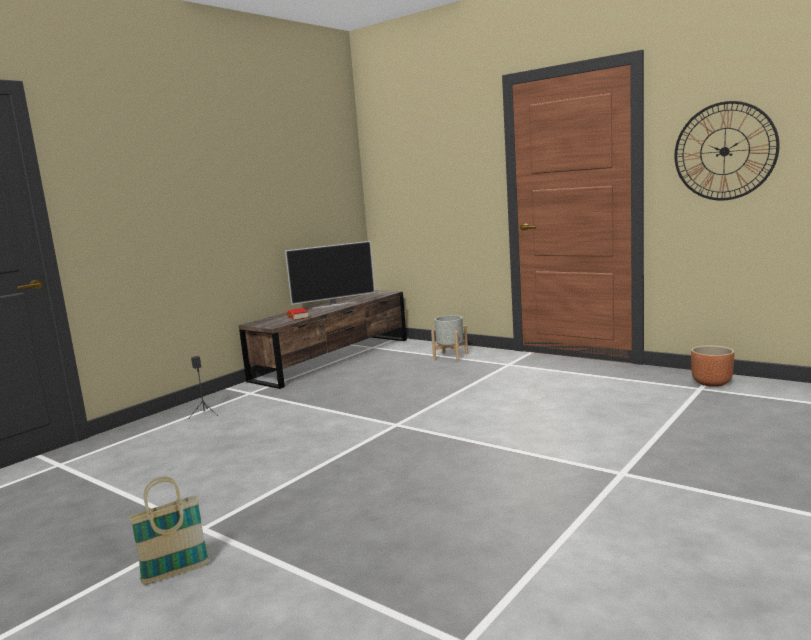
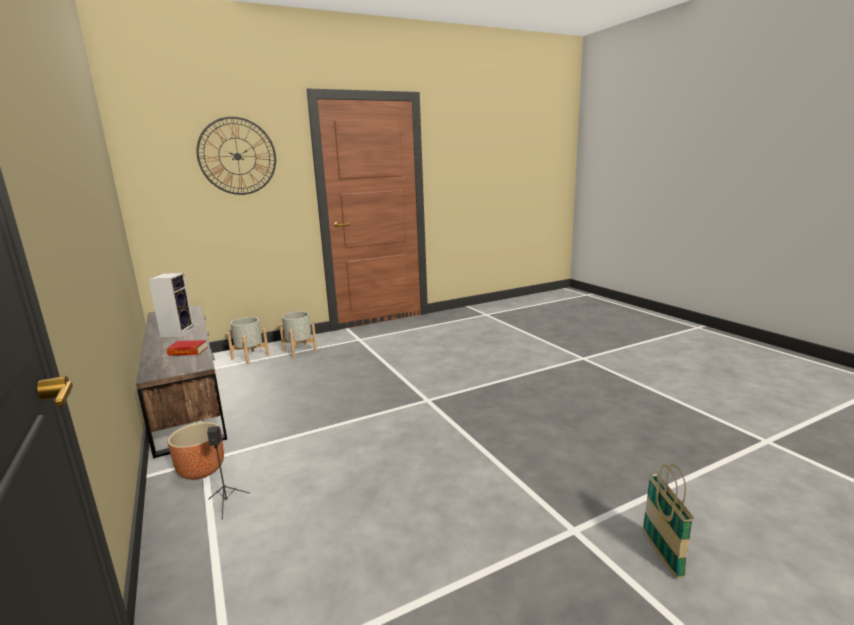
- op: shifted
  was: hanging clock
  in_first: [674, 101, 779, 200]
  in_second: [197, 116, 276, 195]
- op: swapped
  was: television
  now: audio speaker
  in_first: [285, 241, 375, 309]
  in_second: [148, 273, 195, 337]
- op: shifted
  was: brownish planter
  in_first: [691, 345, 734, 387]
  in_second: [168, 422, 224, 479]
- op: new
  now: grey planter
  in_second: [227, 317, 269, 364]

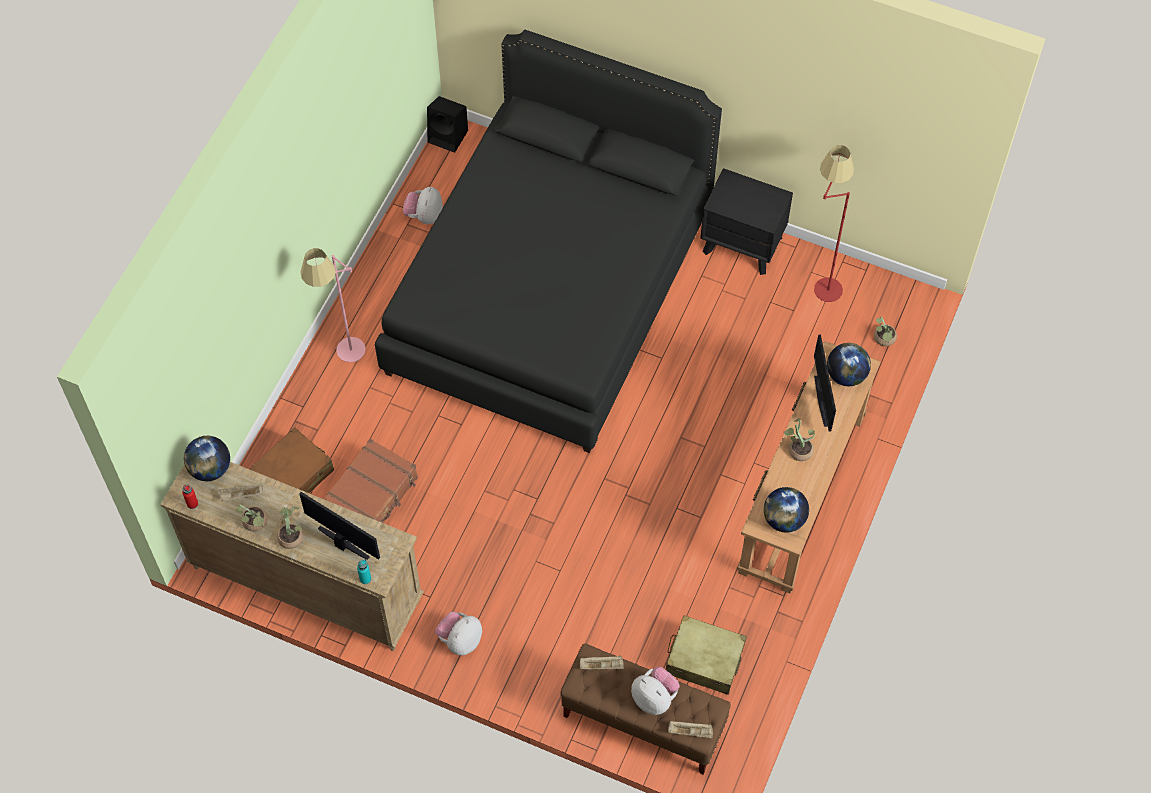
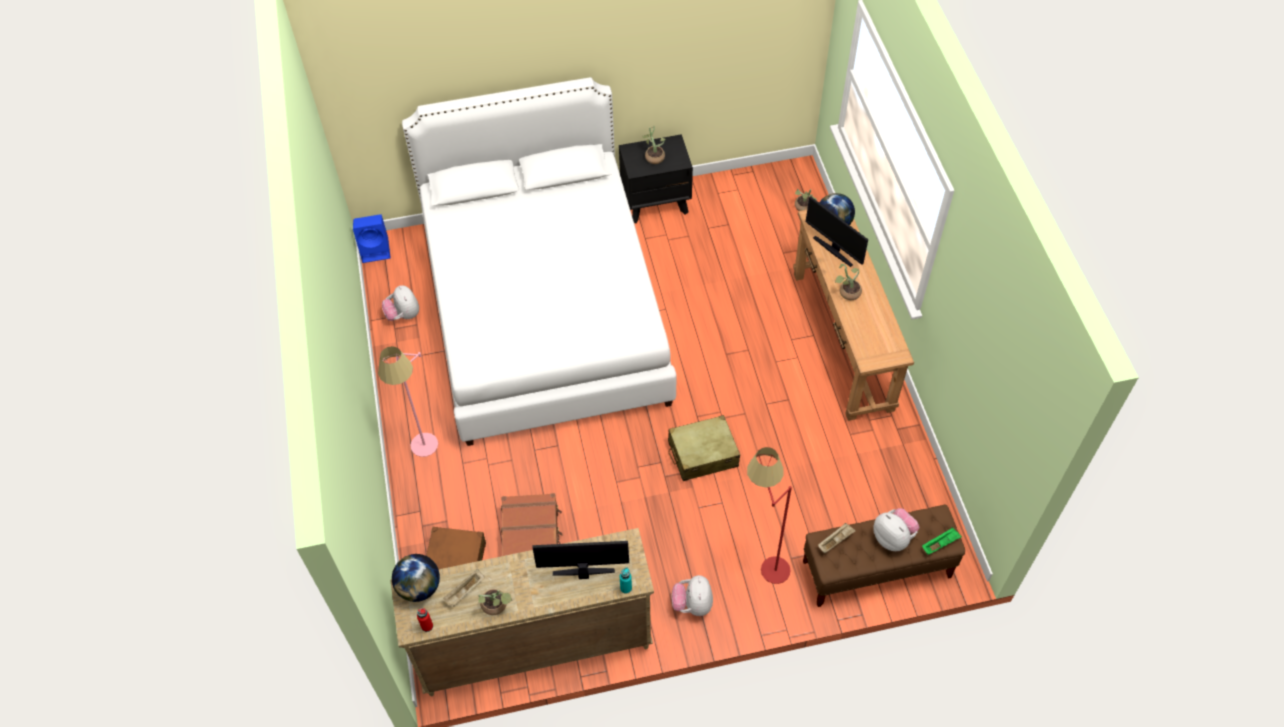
- op: repainted
  was: blackish sleeping bed
  now: whitish sleeping bed
  in_first: [375, 30, 722, 453]
  in_second: [402, 77, 677, 446]
- op: repainted
  was: blackish audio speaker
  now: blue audio speaker
  in_first: [427, 96, 468, 153]
  in_second: [353, 214, 391, 263]
- op: shifted
  was: reddish standing lamp
  in_first: [814, 145, 854, 302]
  in_second: [747, 447, 792, 584]
- op: gone
  was: world globe
  in_first: [764, 487, 809, 533]
- op: shifted
  was: potted plant
  in_first: [277, 506, 303, 549]
  in_second: [642, 126, 666, 164]
- op: shifted
  was: beige travel case
  in_first: [665, 615, 747, 695]
  in_second: [668, 415, 740, 481]
- op: rotated
  was: plush toy
  in_first: [631, 667, 680, 715]
  in_second: [873, 508, 919, 551]
  clockwise: 45
- op: repainted
  was: beige tray
  now: green tray
  in_first: [668, 721, 713, 738]
  in_second: [922, 528, 962, 555]

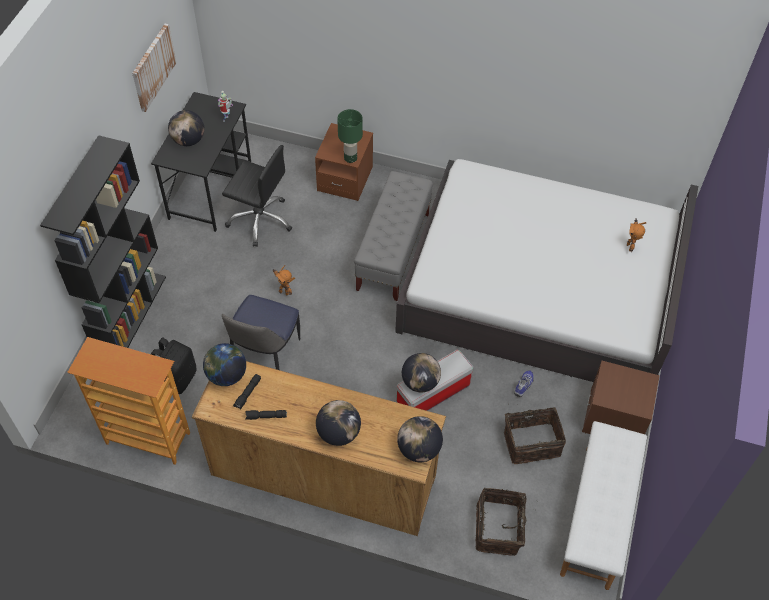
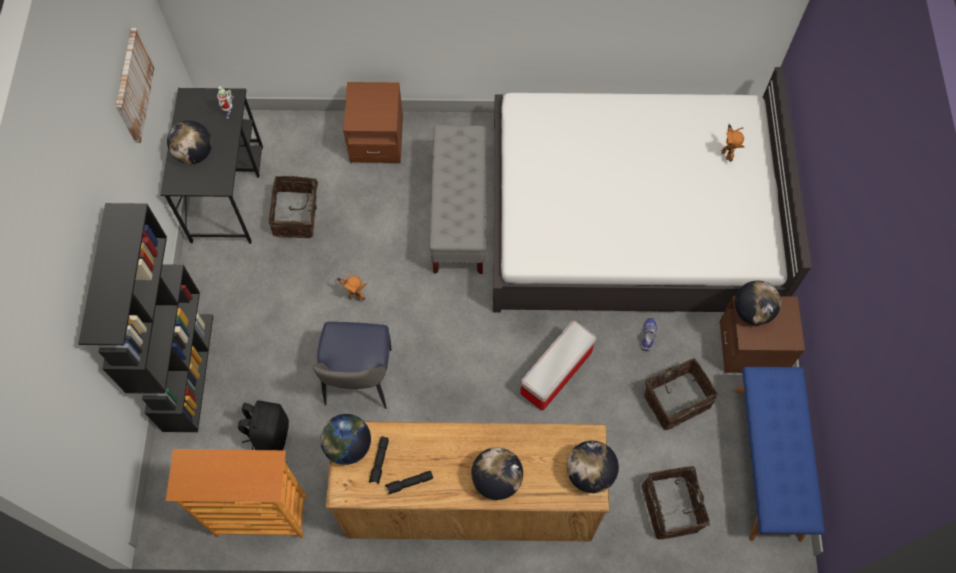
- op: gone
  was: green tabletop lamp
  in_first: [337, 109, 363, 163]
- op: swapped
  was: blackish office chair
  now: storage basket
  in_first: [222, 145, 292, 247]
  in_second: [269, 176, 318, 238]
- op: shifted
  was: world globe
  in_first: [402, 353, 441, 392]
  in_second: [735, 281, 781, 325]
- op: repainted
  was: whitish indoor bench
  now: blue indoor bench
  in_first: [560, 421, 647, 590]
  in_second: [734, 367, 825, 542]

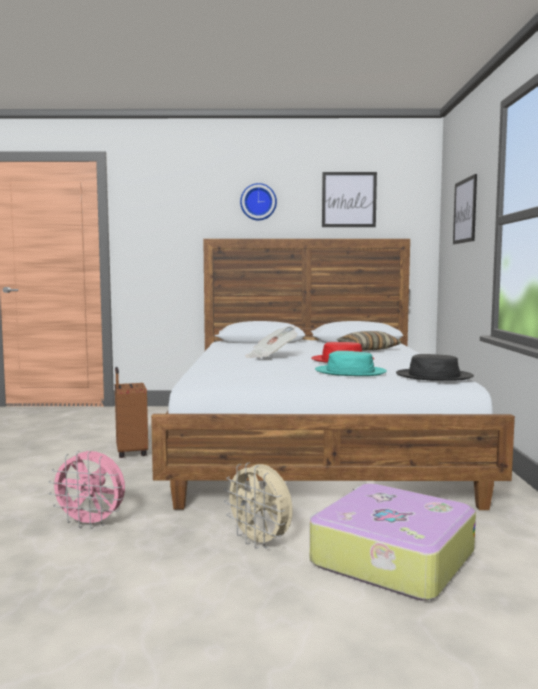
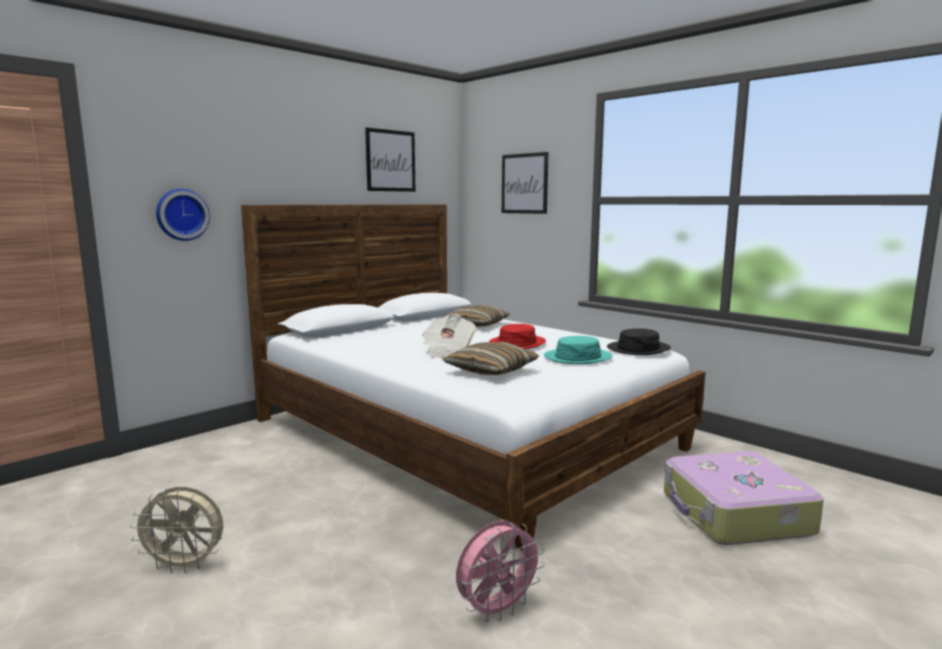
- op: shifted
  was: hanging clock
  in_first: [240, 183, 277, 220]
  in_second: [156, 189, 210, 241]
- op: gone
  was: brownish travel case
  in_first: [115, 367, 148, 458]
- op: shifted
  was: beige electric fan
  in_first: [224, 462, 293, 548]
  in_second: [130, 487, 223, 573]
- op: new
  now: pillow
  in_second: [442, 342, 539, 375]

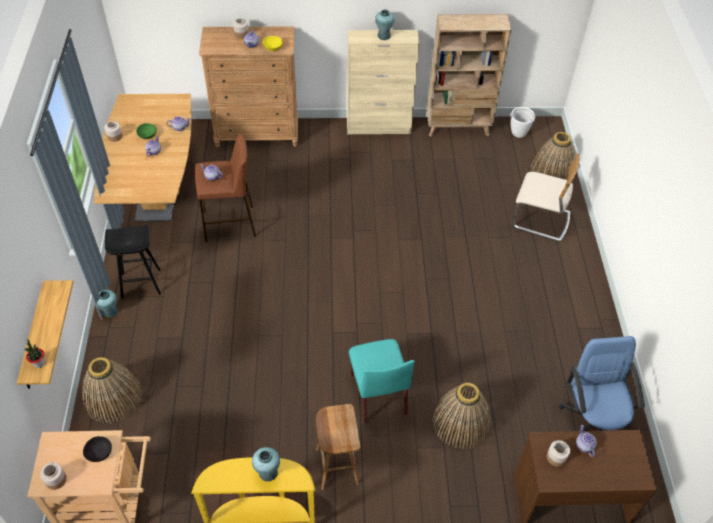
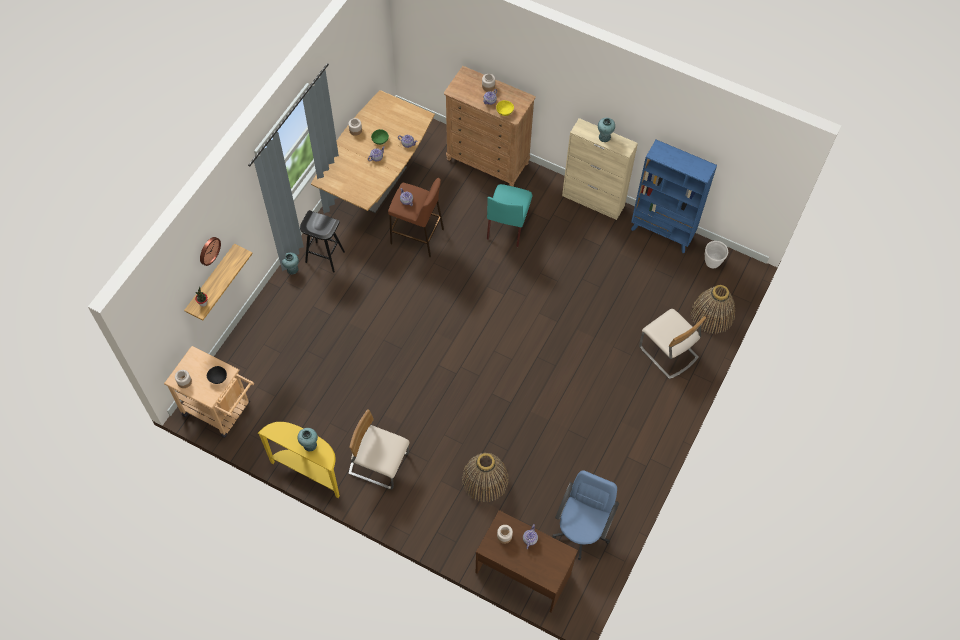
- op: repainted
  was: beige bookcase
  now: blue bookcase
  in_first: [427, 14, 511, 137]
  in_second: [631, 140, 717, 253]
- op: shifted
  was: turquoise upright chair
  in_first: [349, 339, 415, 424]
  in_second: [487, 184, 532, 247]
- op: gone
  was: storage basket
  in_first: [82, 357, 142, 424]
- op: swapped
  was: brownish stool
  now: beige upright chair
  in_first: [316, 404, 361, 490]
  in_second: [348, 409, 410, 490]
- op: new
  now: hanging clock
  in_second: [200, 237, 221, 266]

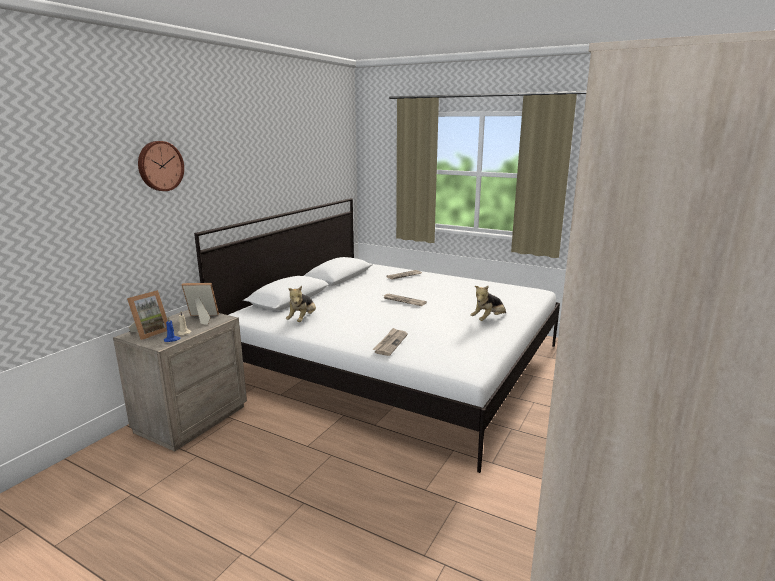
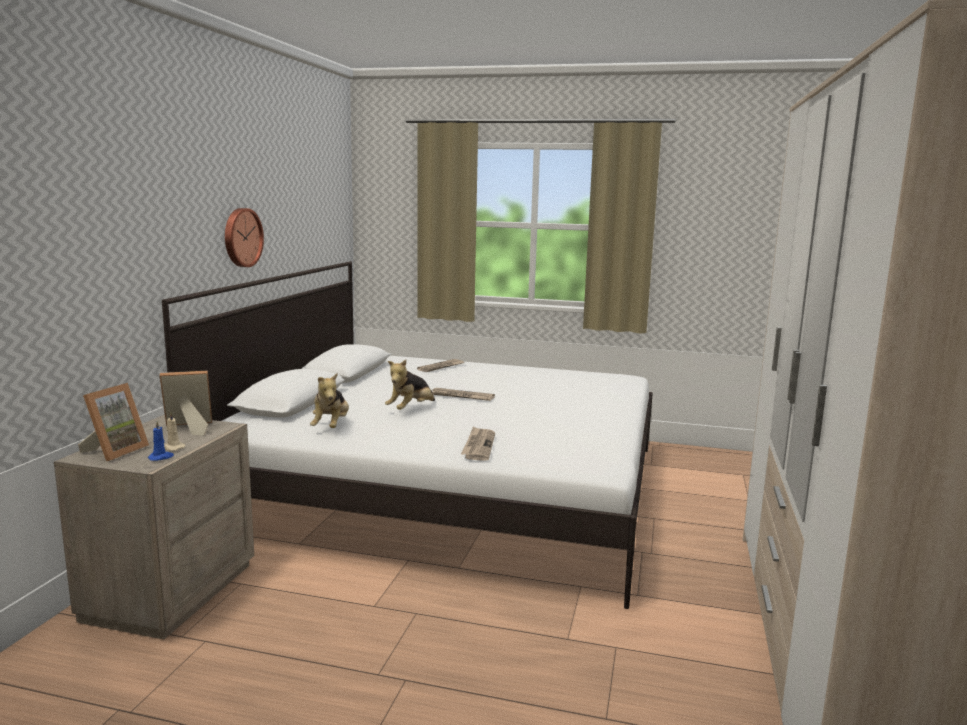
- op: shifted
  was: hanging clock
  in_first: [138, 141, 184, 191]
  in_second: [225, 208, 264, 267]
- op: shifted
  was: plush toy
  in_first: [470, 286, 506, 321]
  in_second: [385, 360, 435, 410]

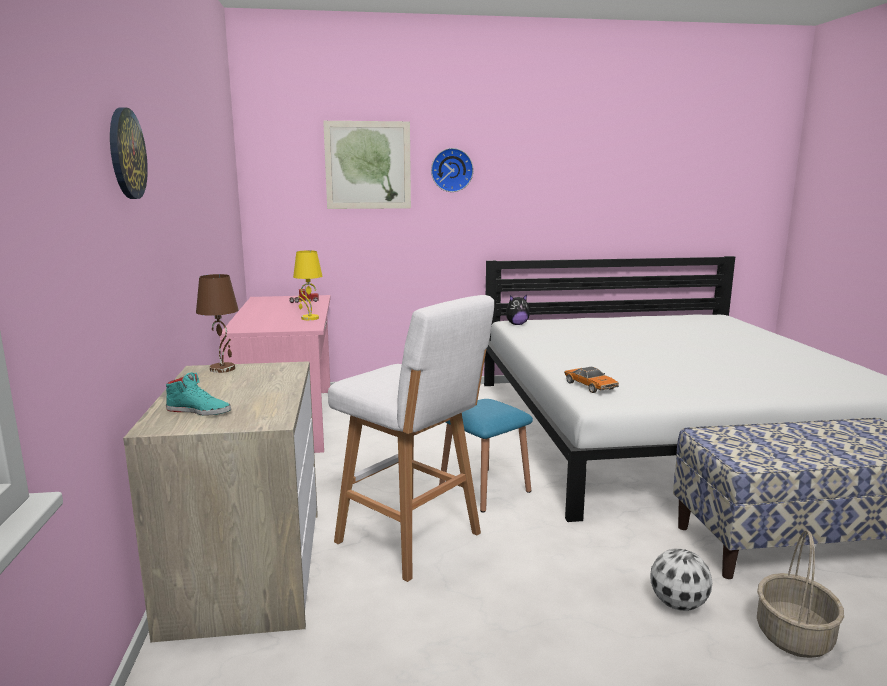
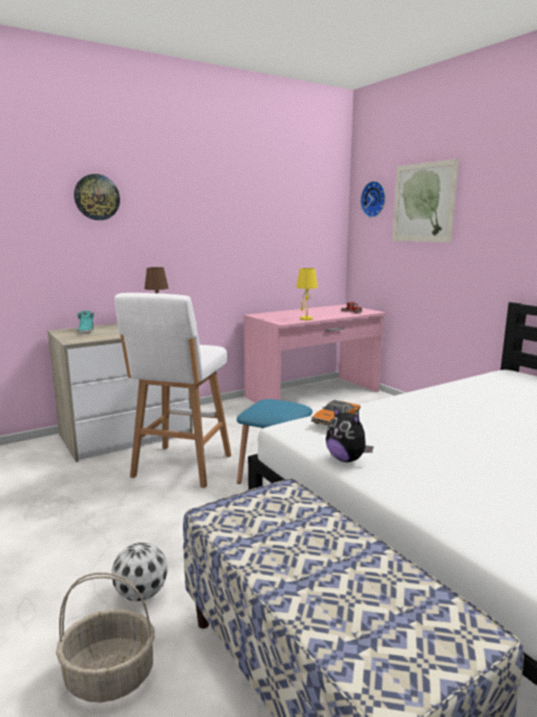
- op: shifted
  was: hanging clock
  in_first: [431, 148, 473, 192]
  in_second: [360, 181, 385, 218]
- op: shifted
  was: plush toy
  in_first: [506, 295, 530, 325]
  in_second: [326, 406, 374, 462]

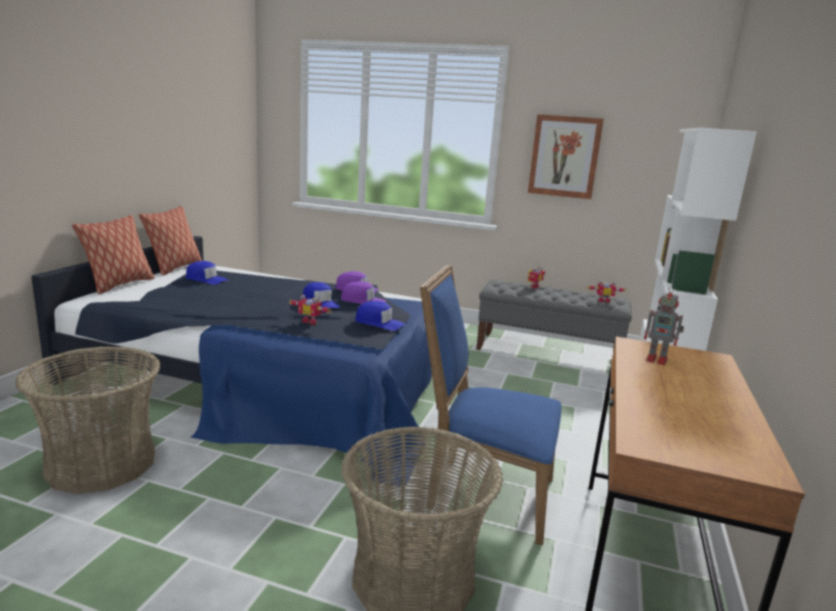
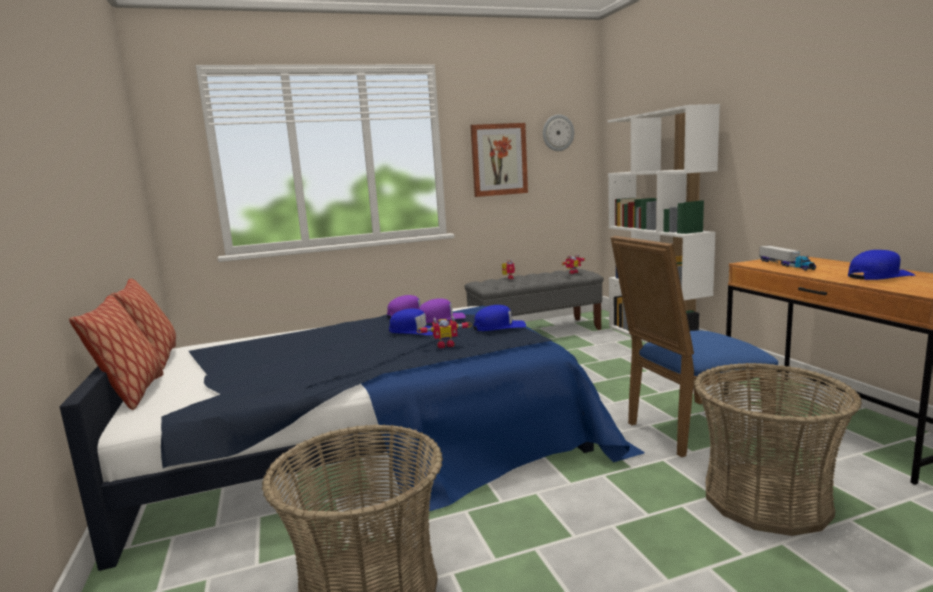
- op: shifted
  was: blue peaked cap
  in_first: [186, 261, 228, 285]
  in_second: [848, 250, 916, 280]
- op: swapped
  was: toy robot
  now: toy truck
  in_first: [644, 286, 684, 365]
  in_second: [759, 246, 816, 271]
- op: new
  now: hanging clock
  in_second: [543, 114, 574, 151]

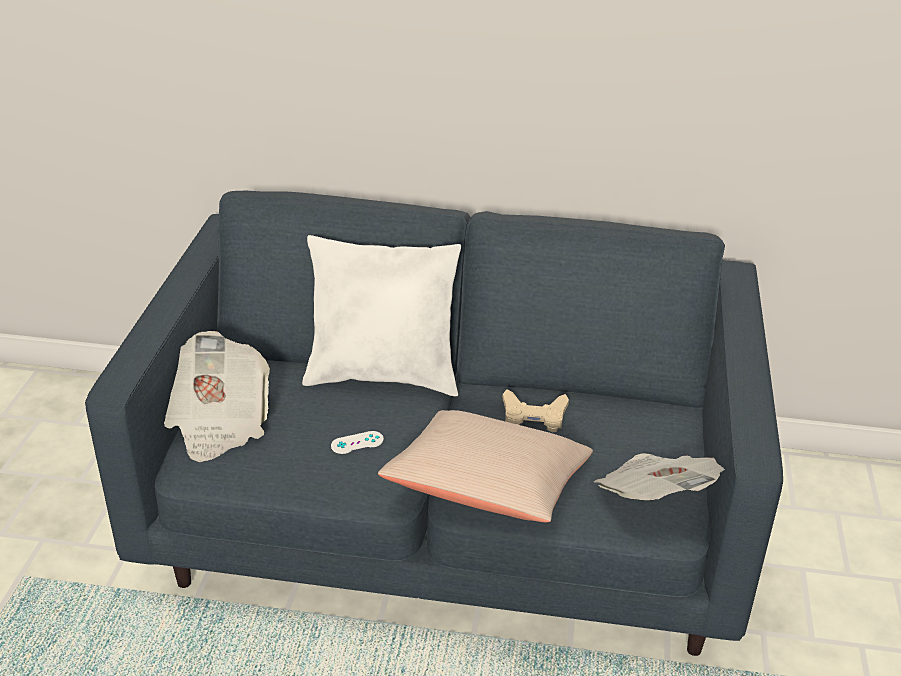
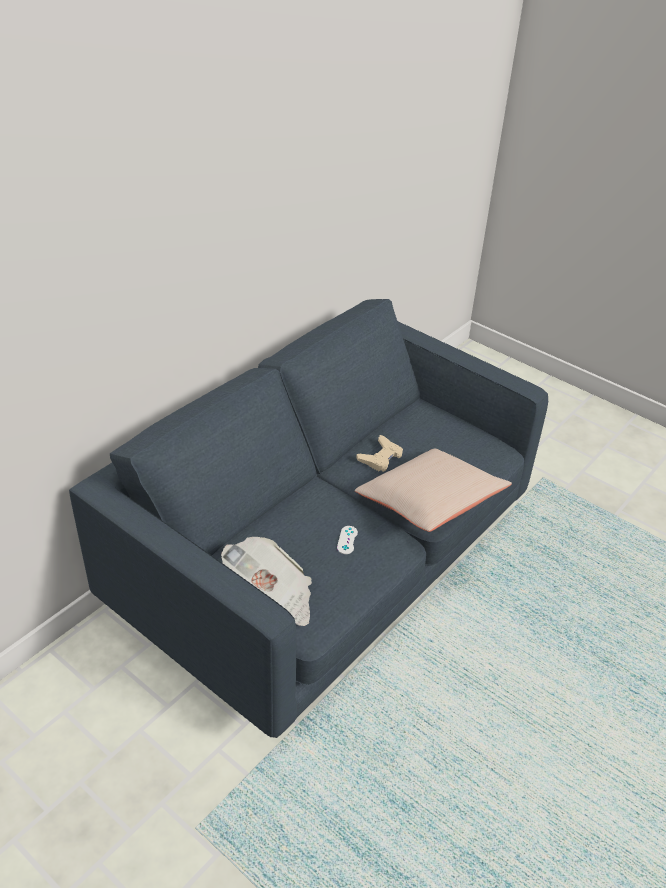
- op: gone
  was: whitish pillow
  in_first: [302, 235, 461, 396]
- op: gone
  was: daily paper
  in_first: [593, 453, 725, 500]

